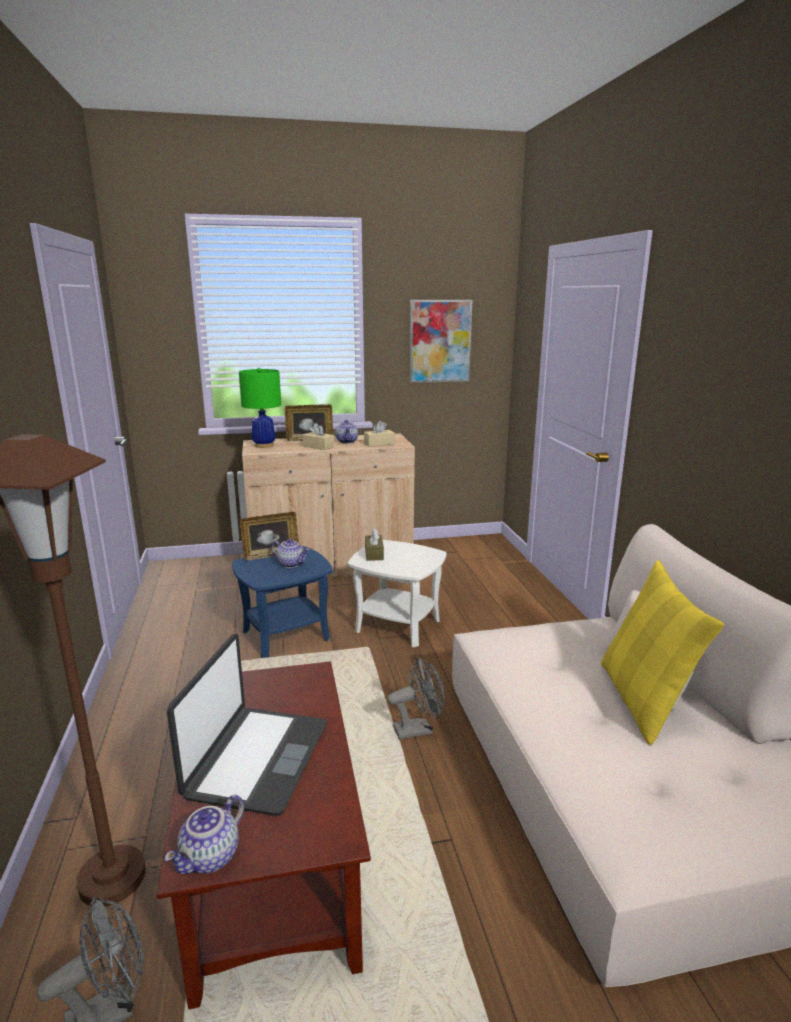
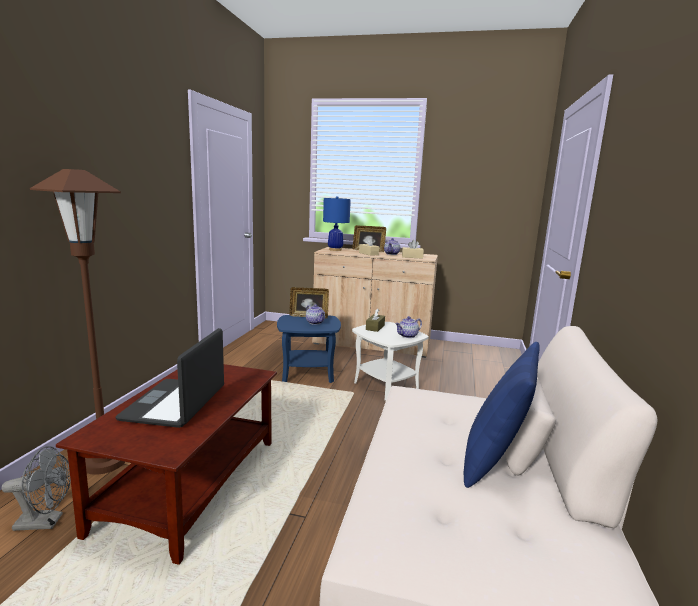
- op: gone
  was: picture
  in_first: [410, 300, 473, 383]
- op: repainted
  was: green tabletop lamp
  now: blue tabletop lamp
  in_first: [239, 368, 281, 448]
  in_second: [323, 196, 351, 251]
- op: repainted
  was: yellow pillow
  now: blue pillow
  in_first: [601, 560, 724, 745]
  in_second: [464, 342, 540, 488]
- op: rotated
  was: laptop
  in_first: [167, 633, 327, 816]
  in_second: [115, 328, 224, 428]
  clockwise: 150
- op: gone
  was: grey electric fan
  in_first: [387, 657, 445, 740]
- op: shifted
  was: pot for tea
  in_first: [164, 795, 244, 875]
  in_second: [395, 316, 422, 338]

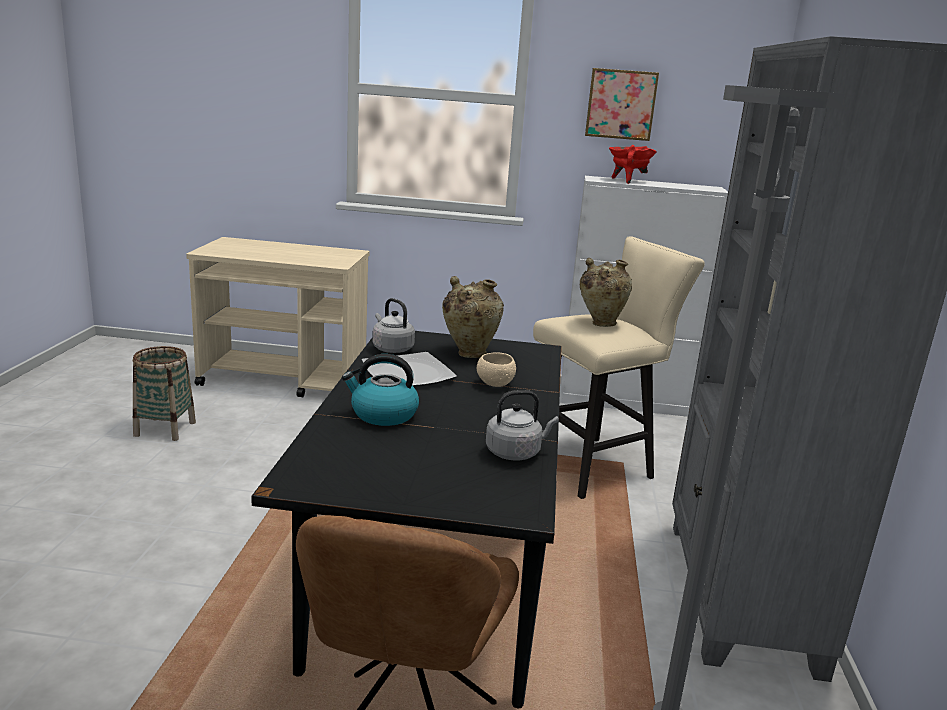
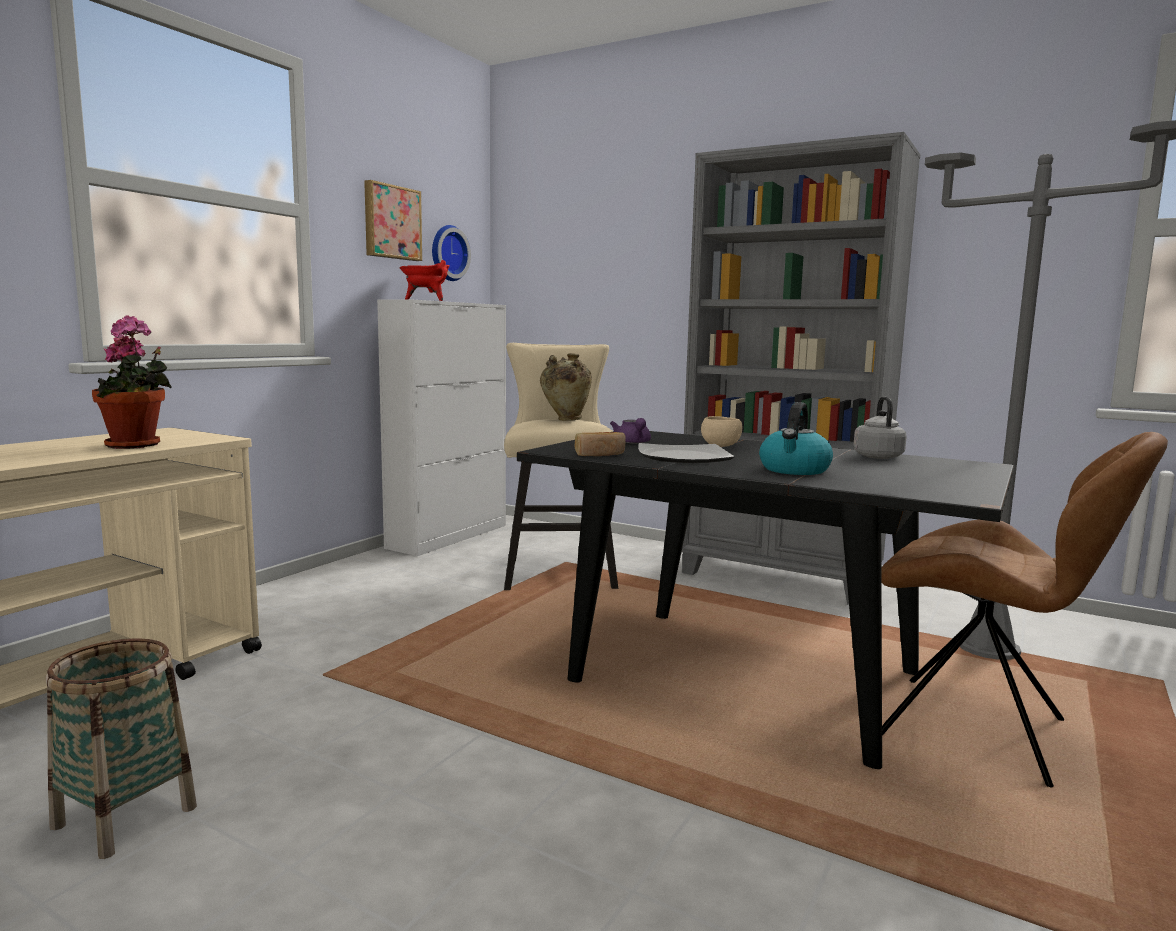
- op: swapped
  was: beige decorative vase
  now: purple pot for tea
  in_first: [442, 276, 504, 358]
  in_second: [610, 418, 651, 443]
- op: swapped
  was: grey tea kettle
  now: baked bread
  in_first: [372, 298, 415, 353]
  in_second: [575, 432, 626, 456]
- op: new
  now: hanging clock
  in_second: [432, 225, 471, 281]
- op: new
  now: potted plant
  in_second: [92, 315, 172, 449]

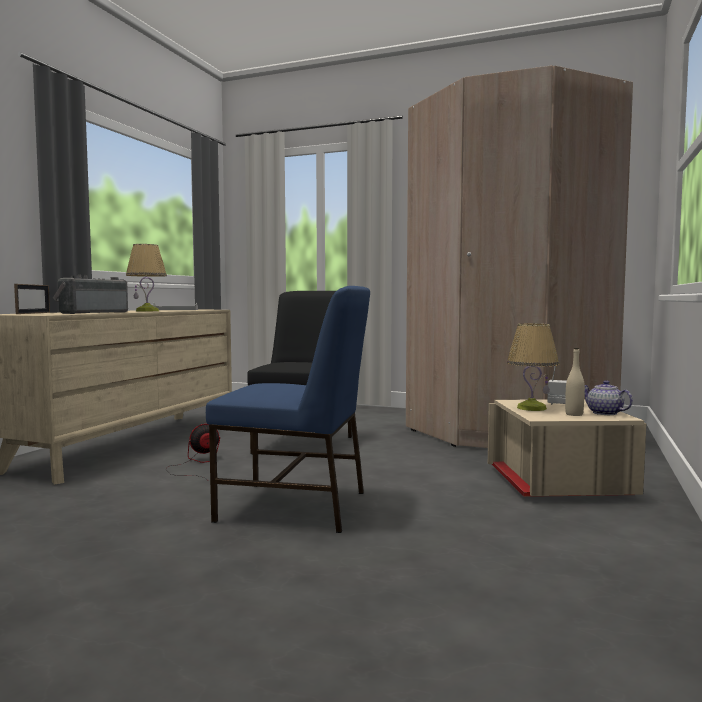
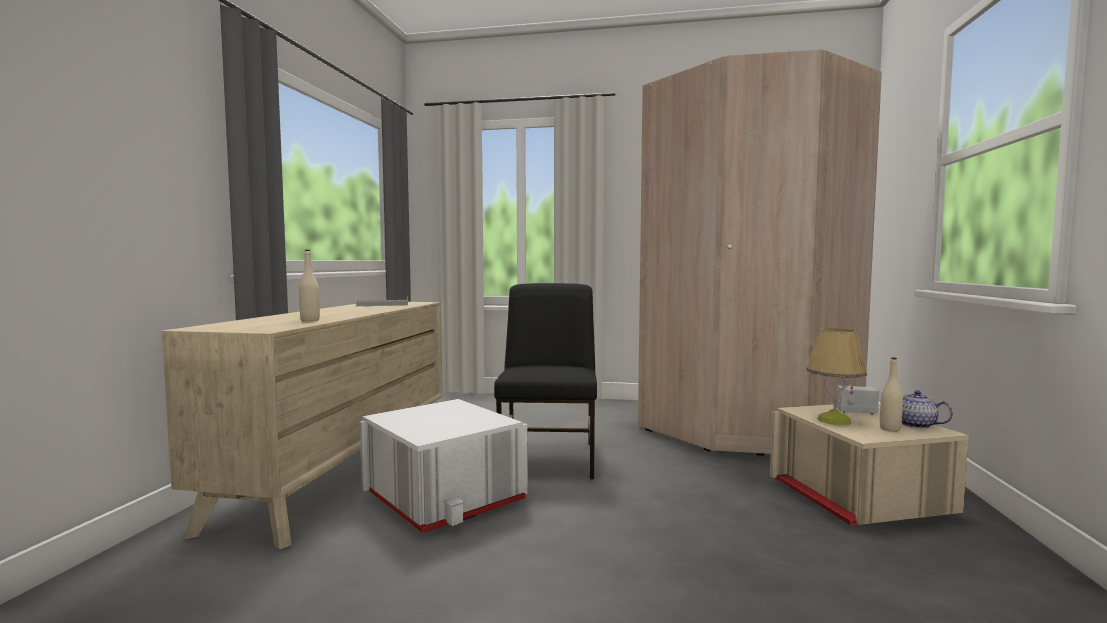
- op: gone
  was: tabletop lamp
  in_first: [126, 244, 167, 311]
- op: swapped
  was: radio set
  now: beige drink bottle
  in_first: [53, 275, 128, 314]
  in_second: [299, 250, 320, 321]
- op: gone
  was: standing frame
  in_first: [14, 284, 50, 314]
- op: gone
  was: blue upright chair
  in_first: [206, 286, 370, 533]
- op: swapped
  was: electric fan
  now: whitish storage bin
  in_first: [168, 424, 220, 479]
  in_second: [360, 399, 528, 533]

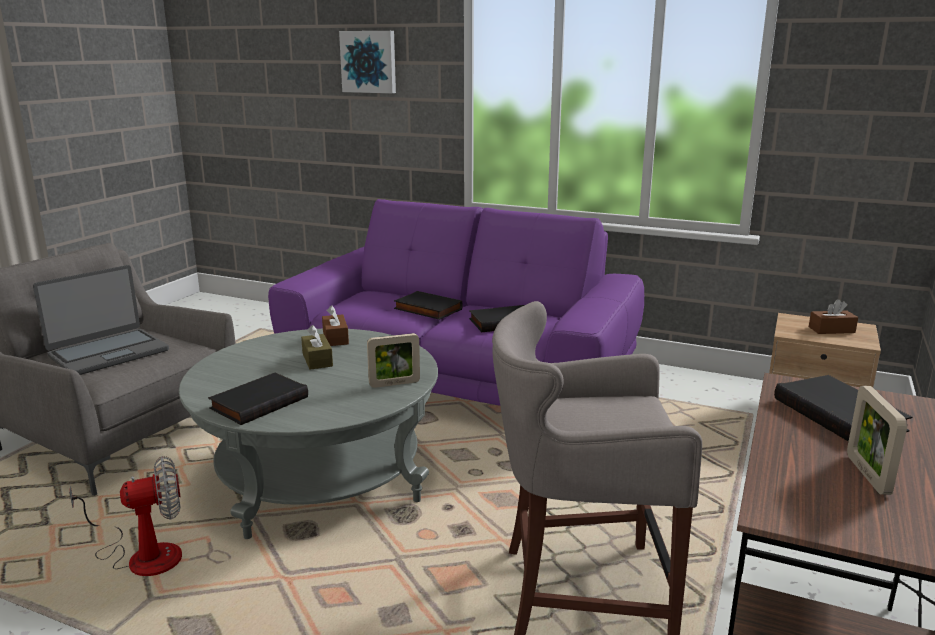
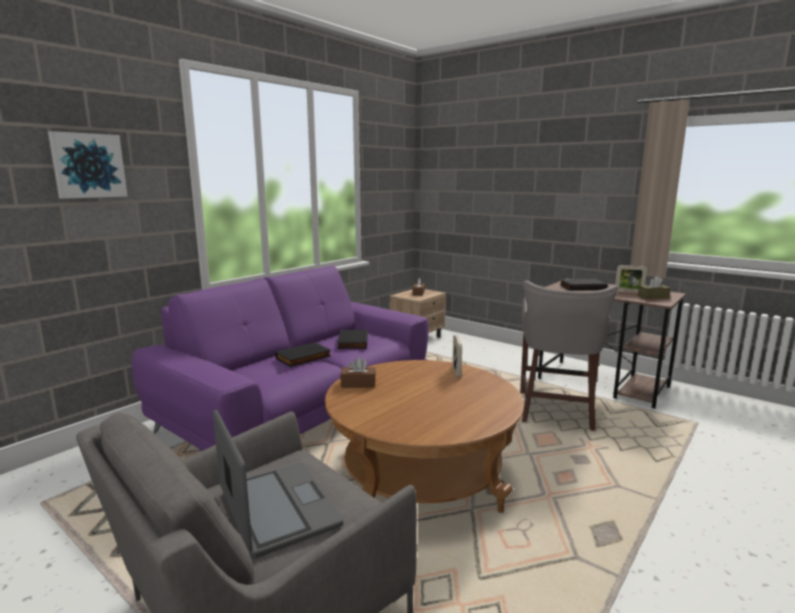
- op: shifted
  was: brownish tissue box
  in_first: [301, 325, 333, 370]
  in_second: [638, 276, 671, 299]
- op: repainted
  was: grey coffee table
  now: brownish coffee table
  in_first: [179, 329, 438, 539]
  in_second: [325, 360, 524, 513]
- op: gone
  was: blackish book
  in_first: [208, 373, 308, 425]
- op: gone
  was: electric fan
  in_first: [69, 456, 182, 576]

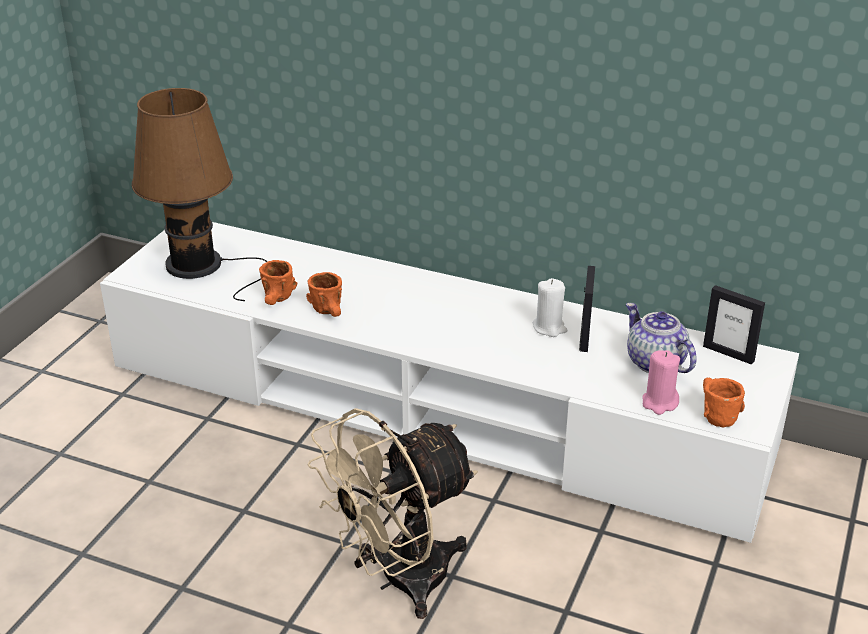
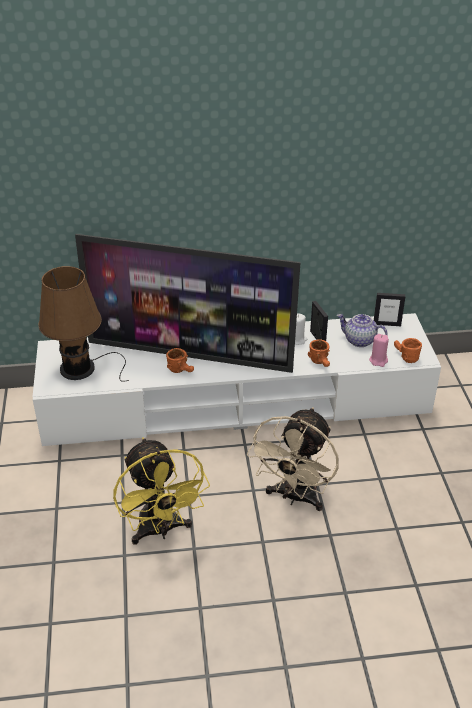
- op: shifted
  was: orange-coloured coffee mug
  in_first: [259, 260, 297, 305]
  in_second: [308, 339, 330, 367]
- op: new
  now: television
  in_second: [75, 234, 301, 373]
- op: new
  now: yellow electric fan
  in_second: [113, 437, 210, 545]

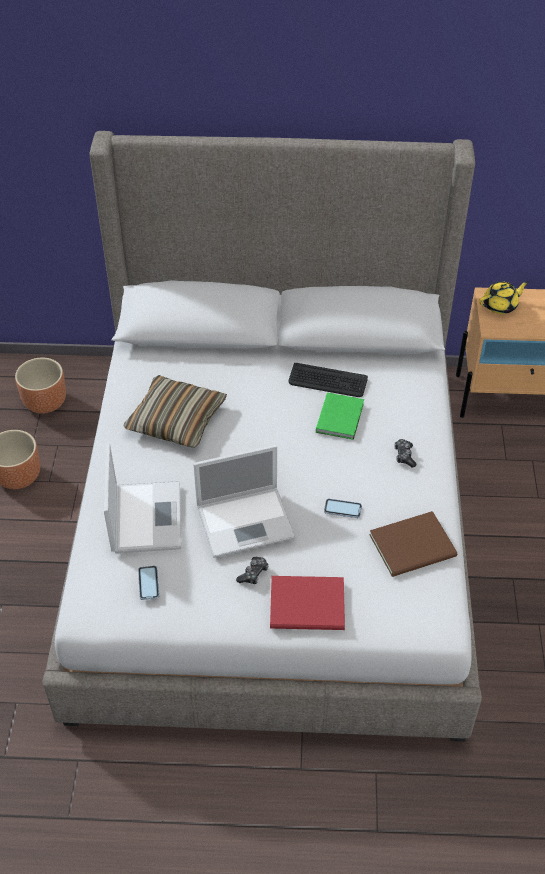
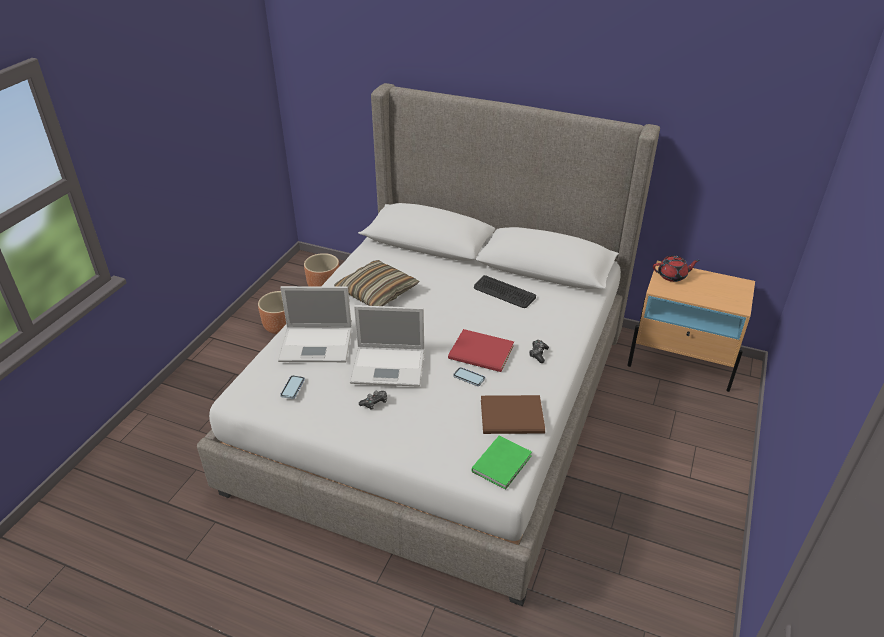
- op: repainted
  was: yellow pot for tea
  now: reddish pot for tea
  in_first: [479, 281, 529, 314]
  in_second: [653, 256, 700, 282]
- op: shifted
  was: green book
  in_first: [316, 393, 364, 440]
  in_second: [472, 436, 532, 490]
- op: rotated
  was: laptop
  in_first: [104, 443, 182, 553]
  in_second: [278, 286, 352, 362]
  clockwise: 75
- op: shifted
  was: reddish book
  in_first: [270, 576, 345, 630]
  in_second: [448, 329, 514, 372]

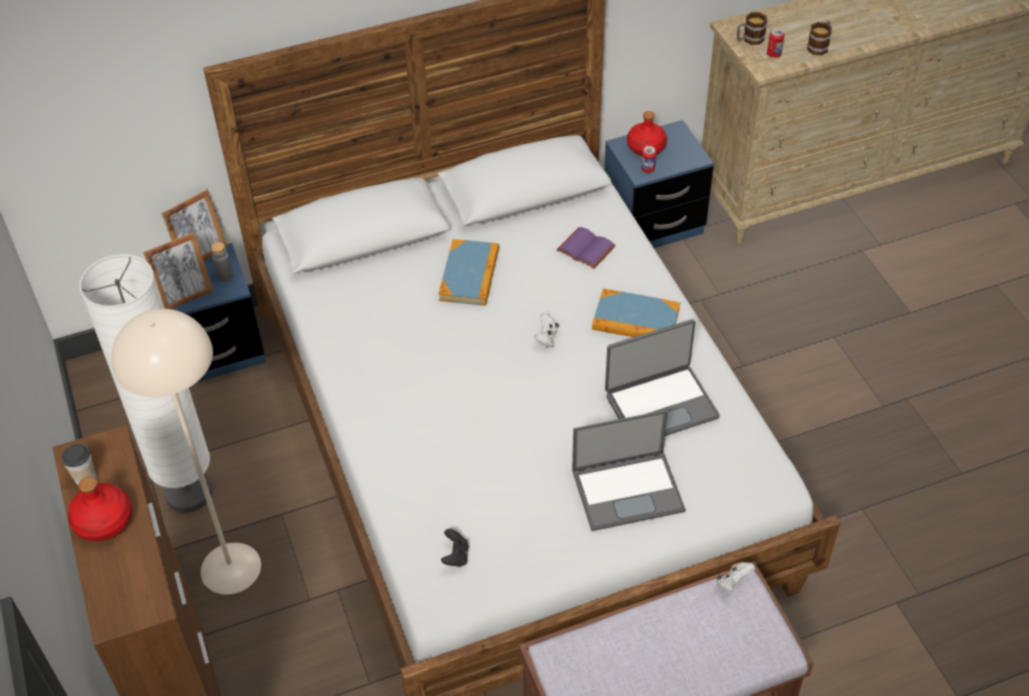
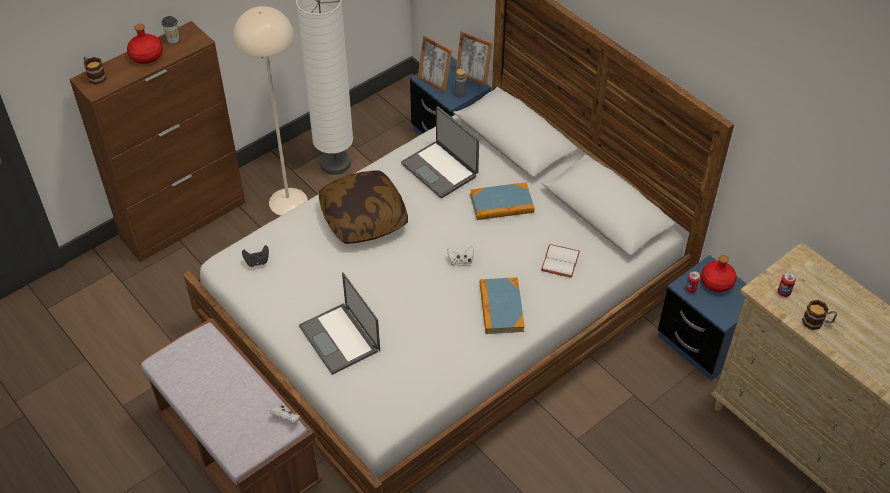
- op: shifted
  was: coffee mug
  in_first: [737, 12, 767, 45]
  in_second: [83, 57, 106, 85]
- op: repainted
  was: purple book
  now: whitish book
  in_first: [557, 227, 616, 269]
  in_second: [541, 244, 580, 278]
- op: shifted
  was: laptop
  in_first: [605, 319, 720, 436]
  in_second: [401, 106, 479, 198]
- op: new
  now: pillow
  in_second: [319, 170, 408, 244]

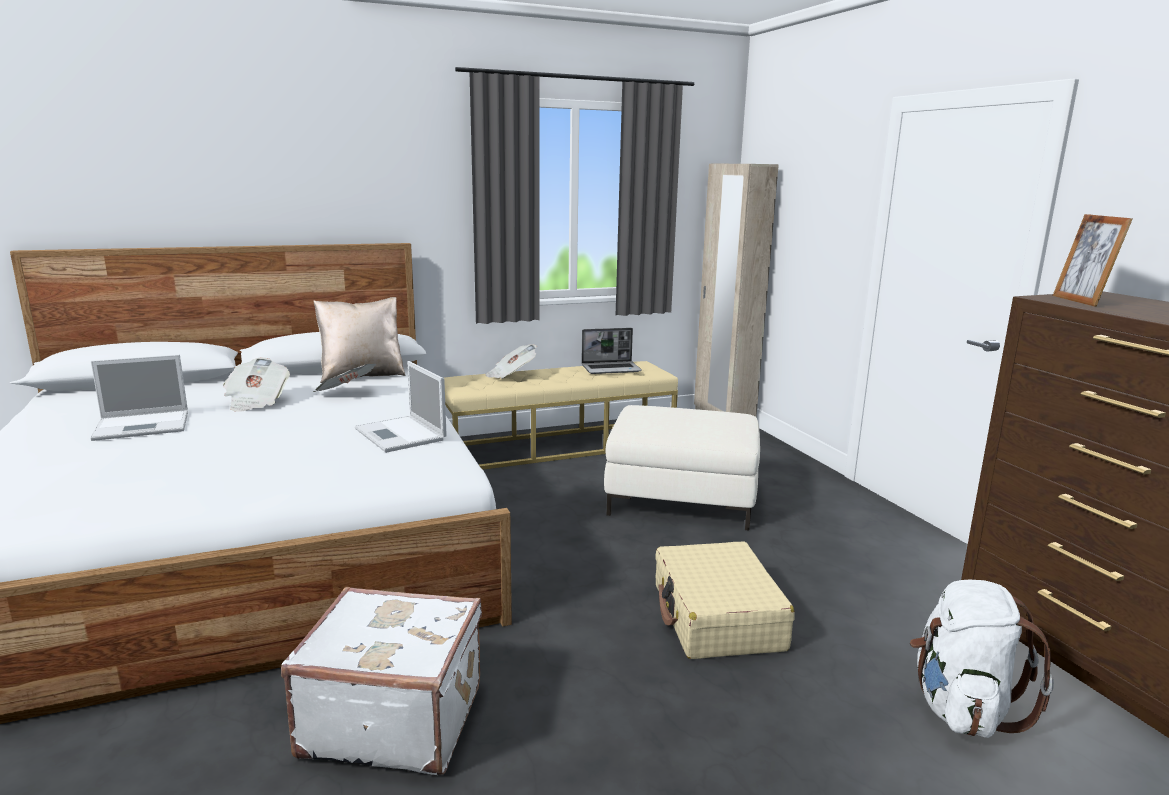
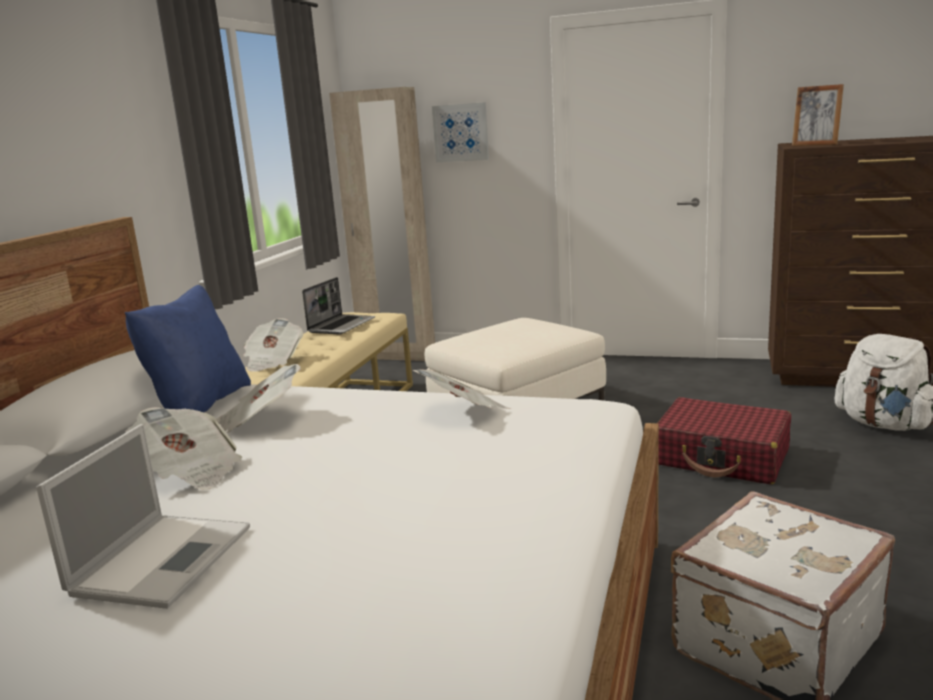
- op: repainted
  was: beige pillow
  now: blue pillow
  in_first: [313, 297, 406, 383]
  in_second: [125, 285, 251, 413]
- op: swapped
  was: laptop
  now: daily paper
  in_first: [355, 361, 447, 453]
  in_second: [412, 369, 511, 409]
- op: repainted
  was: beige travel case
  now: reddish travel case
  in_first: [655, 541, 794, 659]
  in_second: [657, 397, 791, 485]
- op: new
  now: picture
  in_second: [432, 102, 489, 162]

